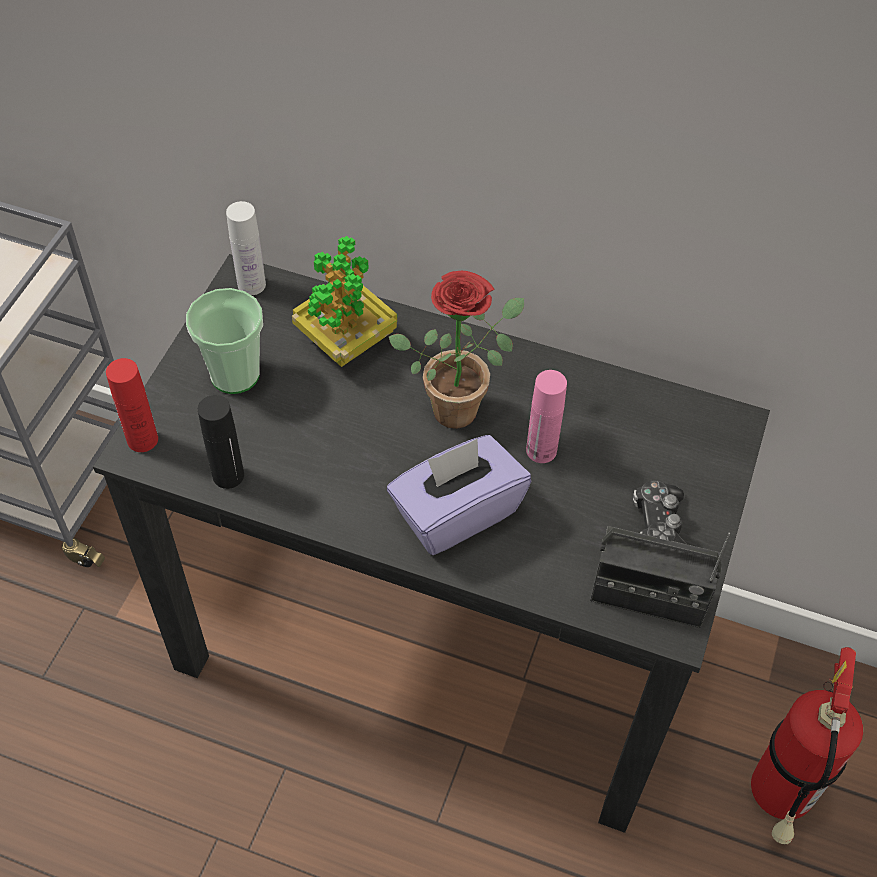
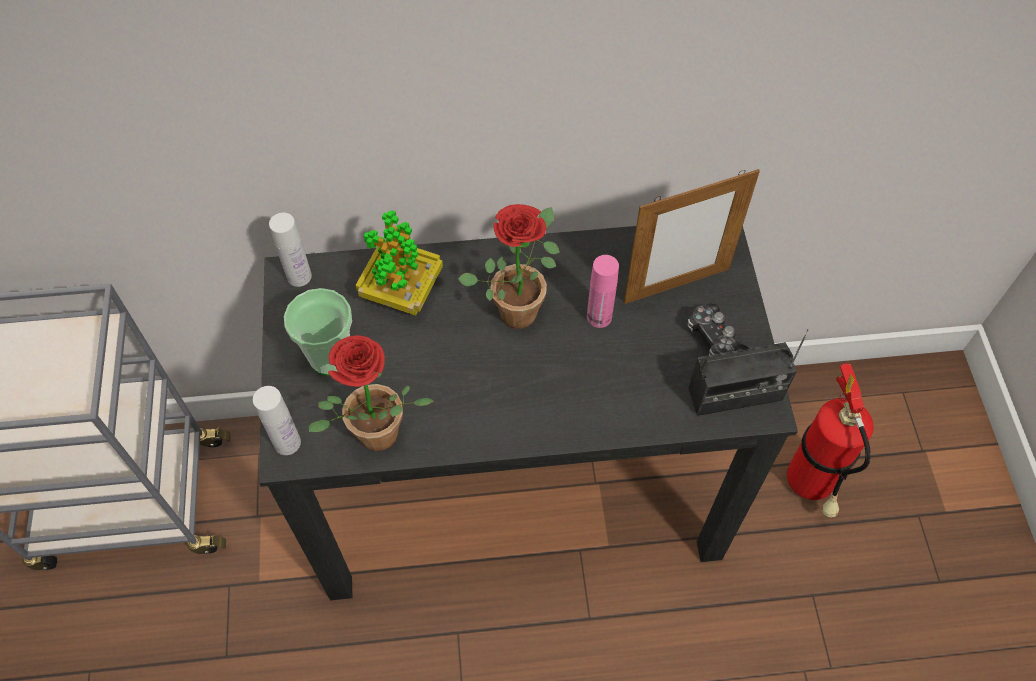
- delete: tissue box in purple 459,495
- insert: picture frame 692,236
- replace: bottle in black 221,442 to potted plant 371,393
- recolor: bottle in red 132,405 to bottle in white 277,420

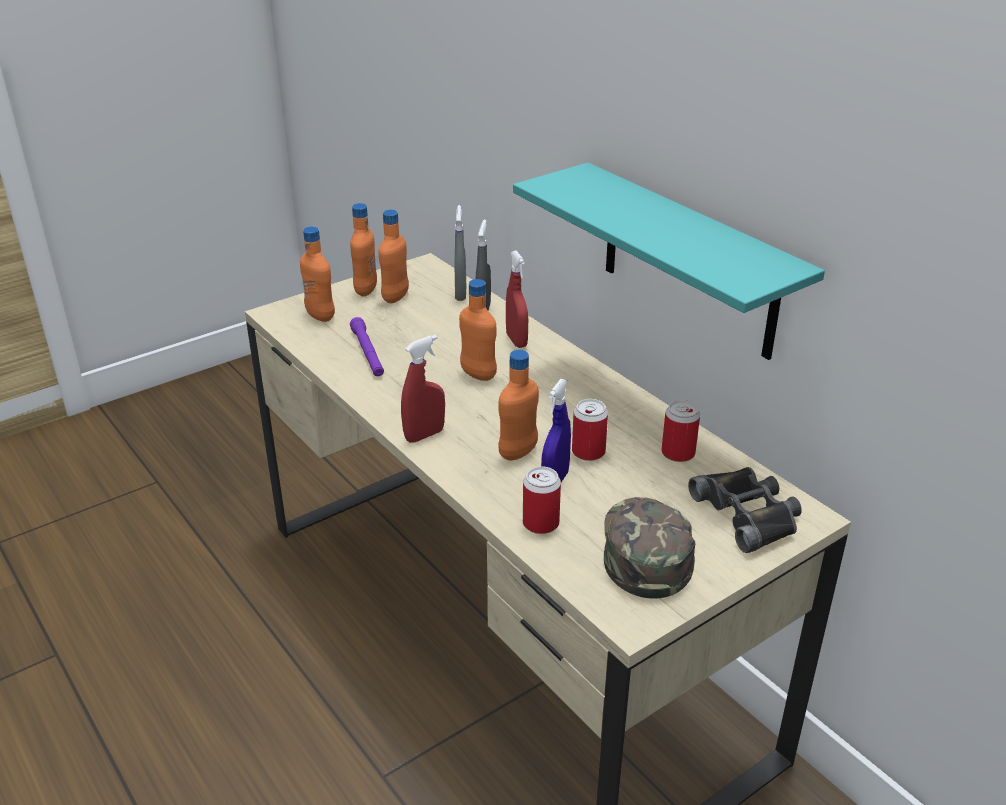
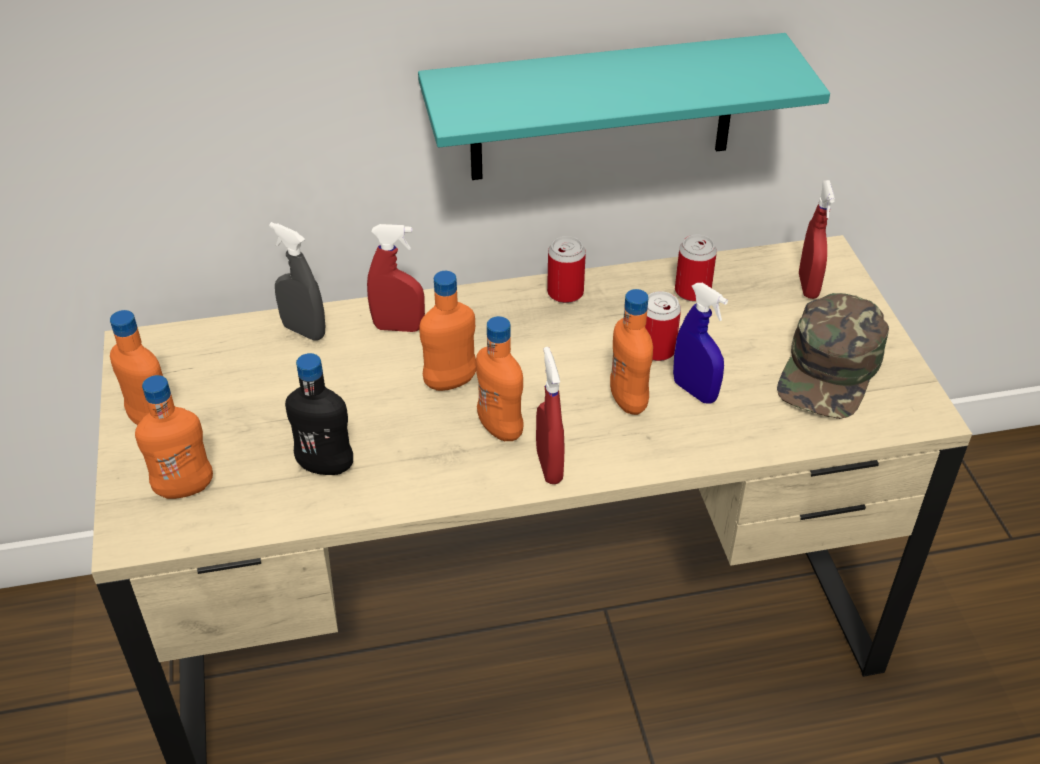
- delete: spray bottle in grey 460,253
- move: bottle in orange 394,256 to 500,378
- move: can 542,500 to 566,269
- replace: flashlight in purple 367,346 to bottle in black 319,414
- replace: binoculars in black 745,510 to spray bottle in red 817,239
- rotate: cap in green 649,548 = 833,356 90 degrees counterclockwise

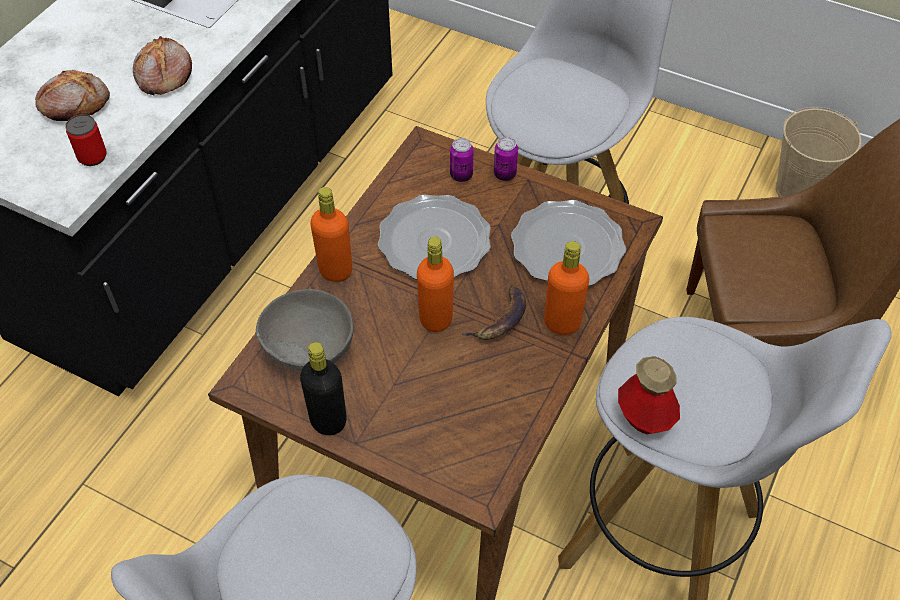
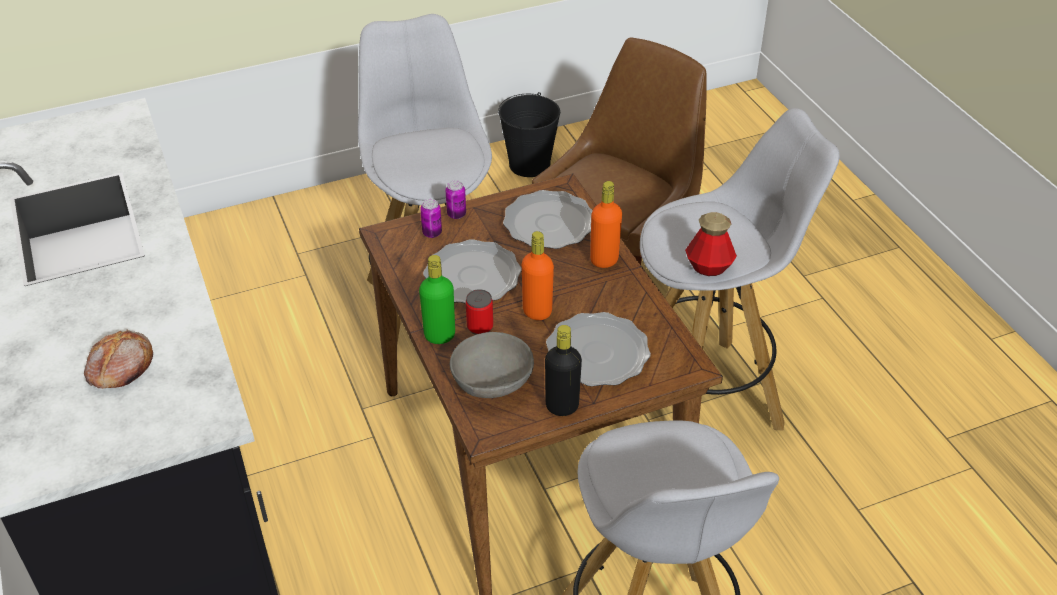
- delete: bread 162,66
- delete: banana 494,313
- insert: plate 598,349
- move: can 86,140 to 479,312
- recolor: bottle in orange 331,234 to bottle in green 437,299
- recolor: bucket in beige 818,152 to bucket in black 529,134

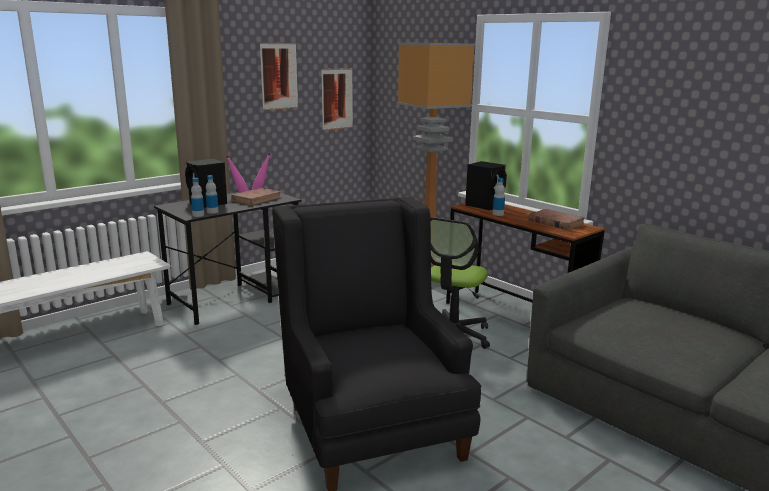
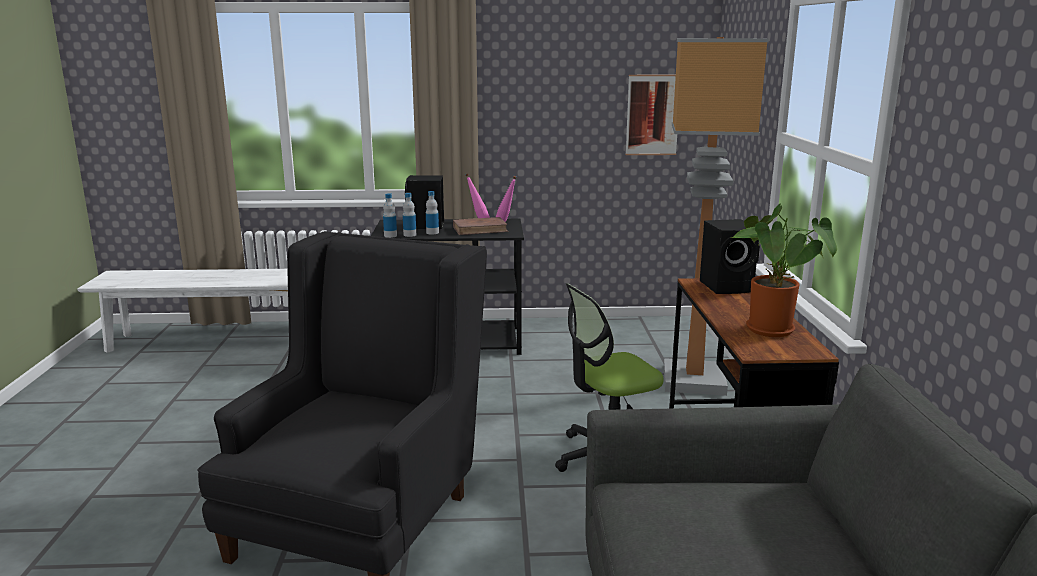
- delete: picture 279,76
- move: bottle 499,197 to 432,212
- replace: book in brown 556,219 to potted plant 783,270

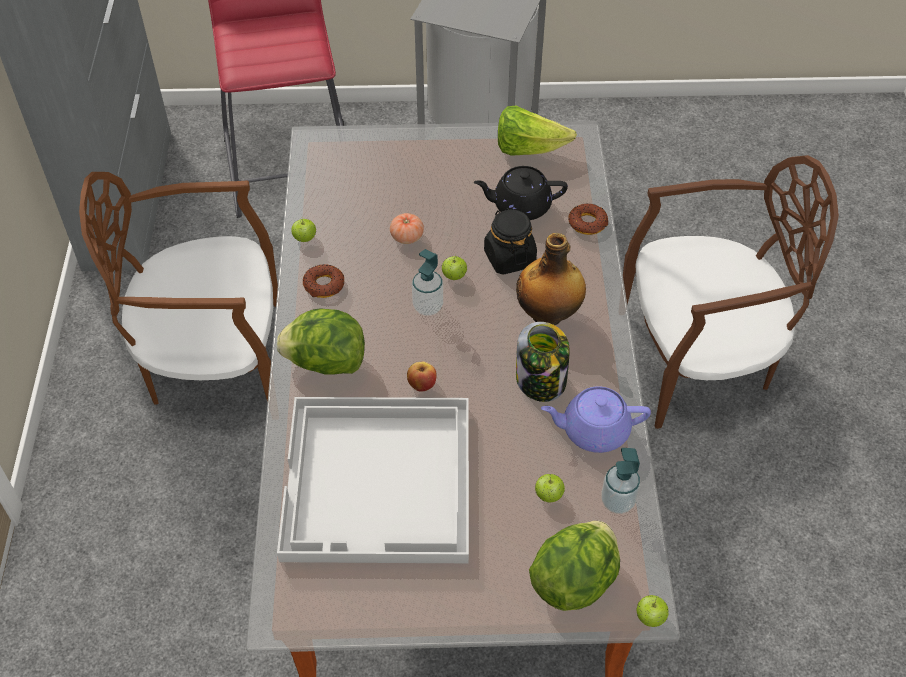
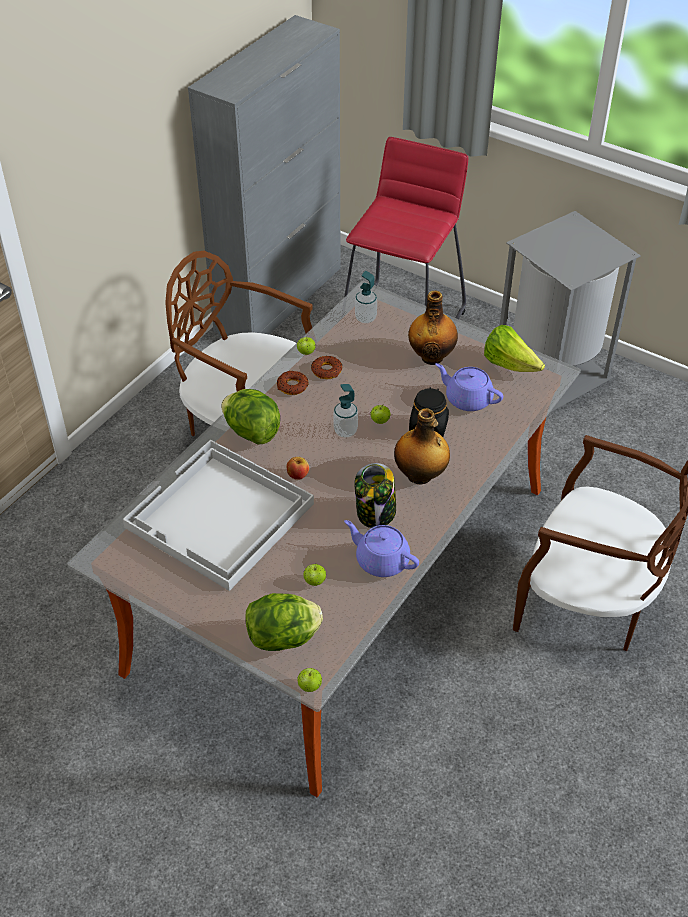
- delete: tomato 407,228
- insert: bottle 433,327
- move: donut 588,219 to 326,367
- move: soap dispenser 620,481 to 366,297
- recolor: teapot in black 521,193 to teapot in purple 469,387

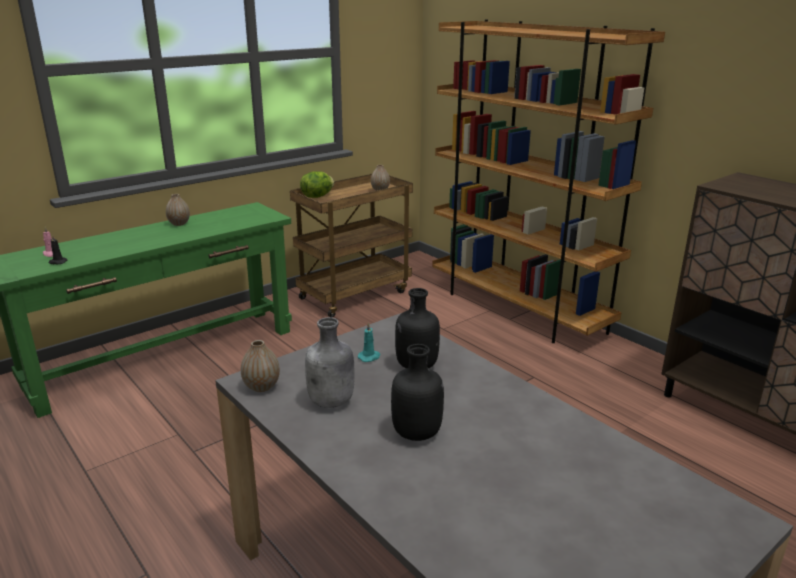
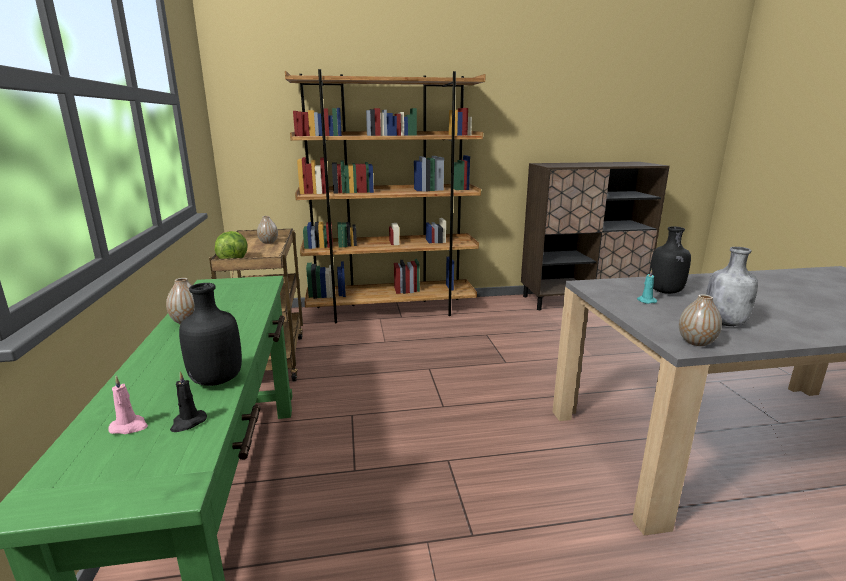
- move: bottle in black 417,392 to 210,334

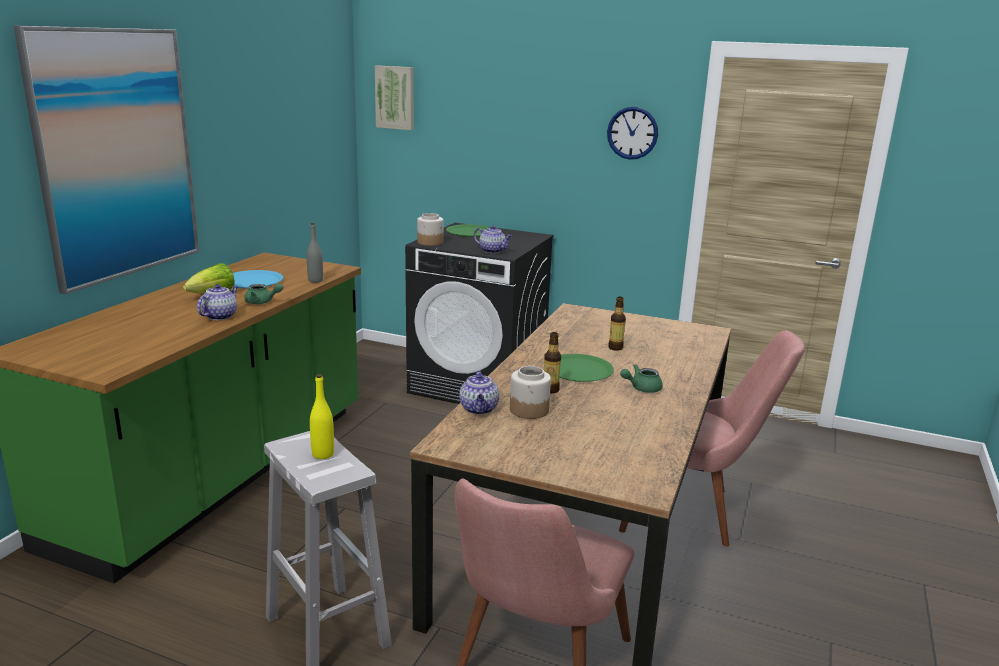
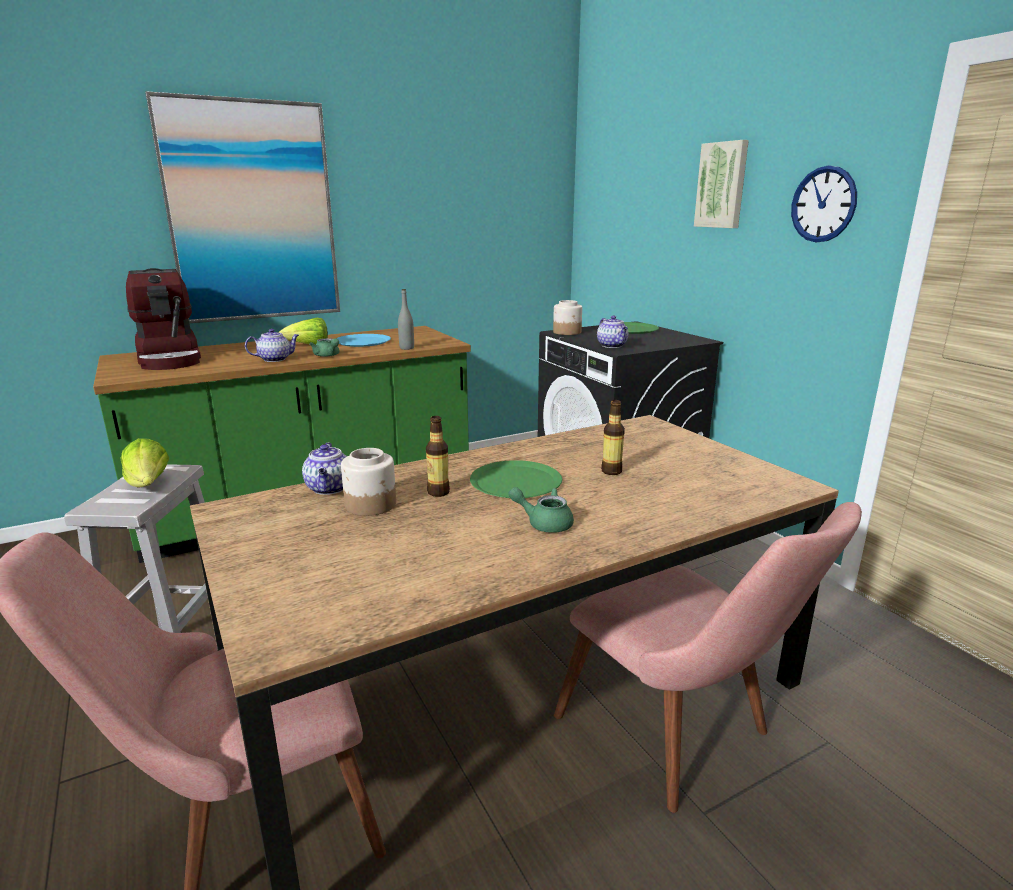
- insert: coffee machine 163,319
- move: picture 394,97 to 721,184
- replace: bottle in yellow 322,416 to lettuce 144,463
- rotate: teapot 479,392 = 324,468 45 degrees counterclockwise

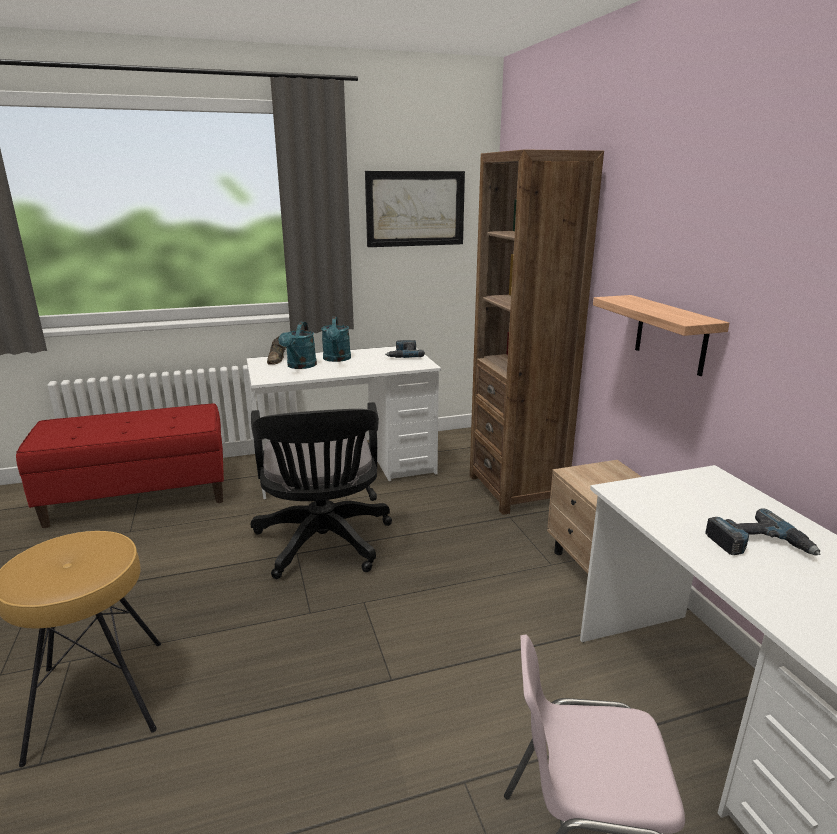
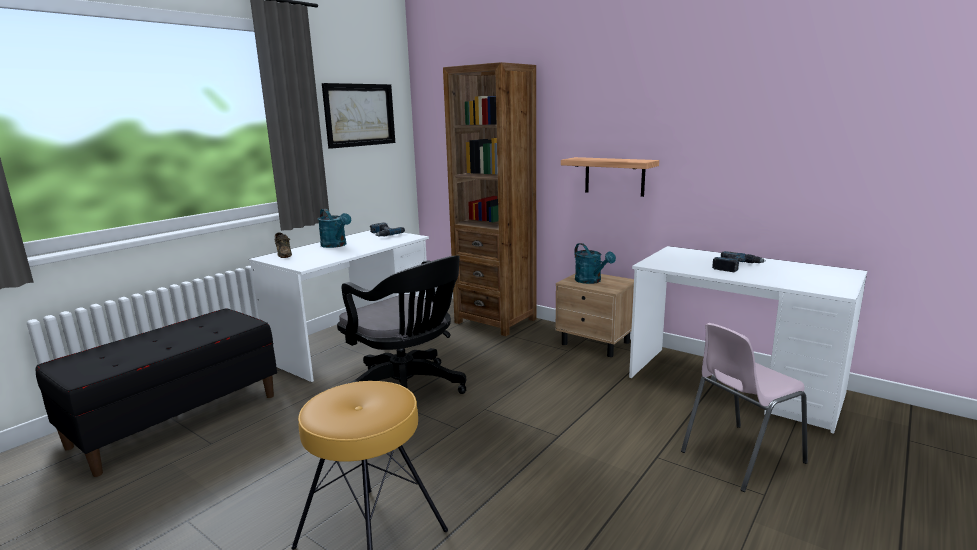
- move: watering can in turquoise 297,345 to 595,263
- recolor: bench in red 120,466 to bench in black 156,392

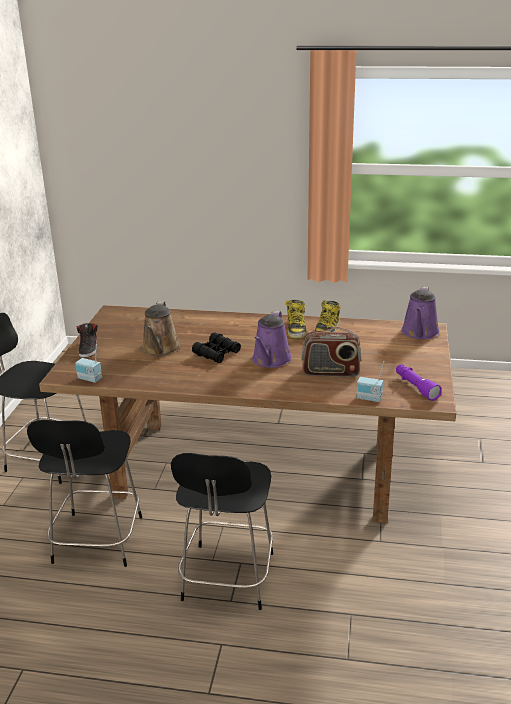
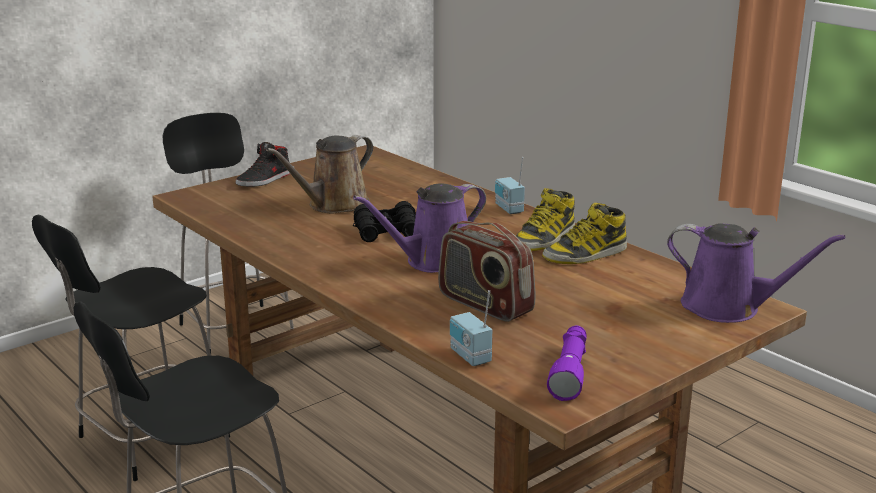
- move: radio 88,363 to 510,185
- rotate: watering can in purple 420,313 = 756,273 120 degrees counterclockwise

